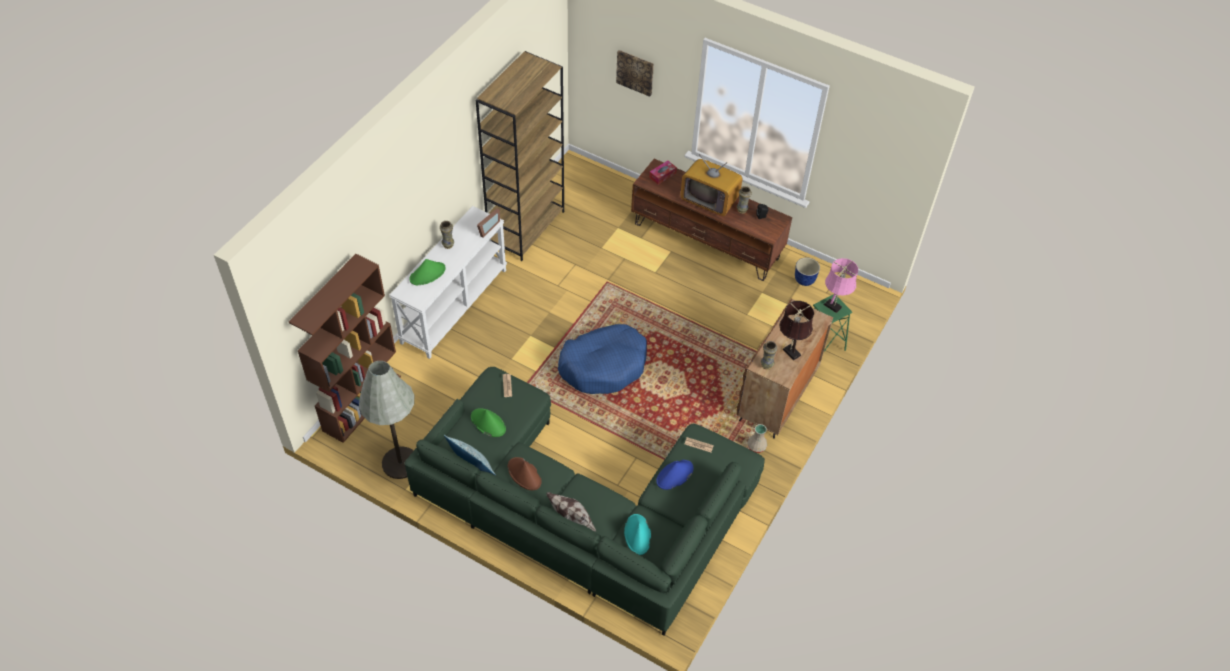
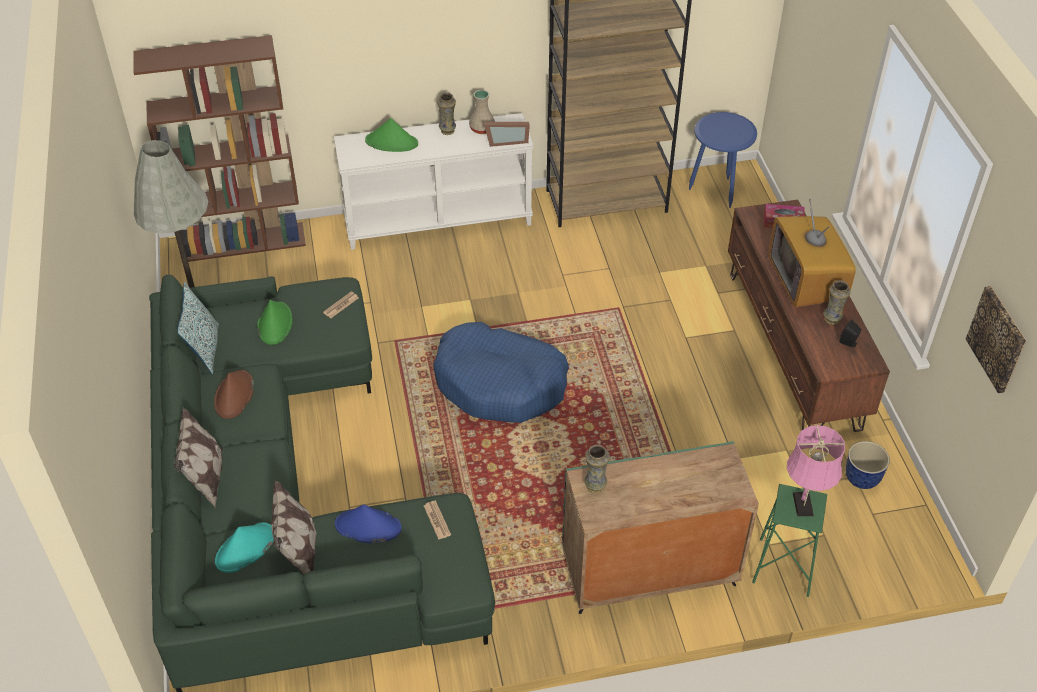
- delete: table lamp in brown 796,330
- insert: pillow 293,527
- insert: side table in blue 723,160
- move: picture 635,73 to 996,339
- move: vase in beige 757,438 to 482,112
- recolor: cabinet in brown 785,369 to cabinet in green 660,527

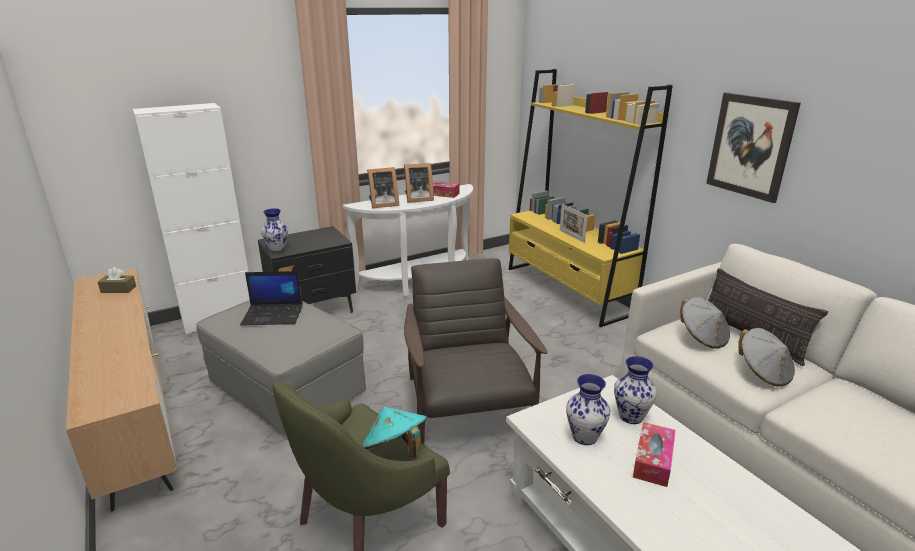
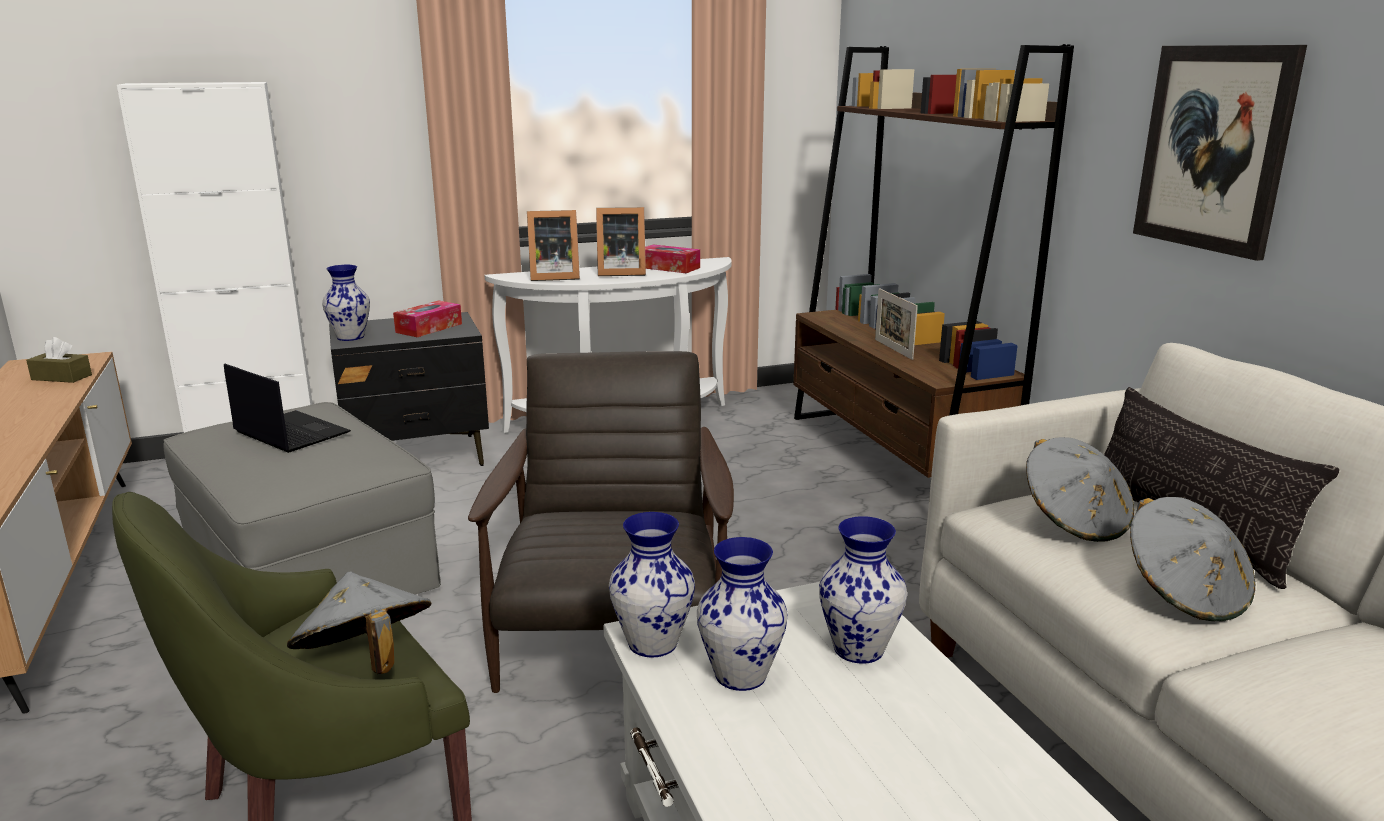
- insert: vase 652,584
- move: tissue box 654,454 to 427,318
- recolor: hat in turquoise 394,432 to hat in grey 359,623
- recolor: bookcase in yellow 591,198 to bookcase in brown 933,261
- rotate: laptop 271,298 = 287,408 150 degrees counterclockwise

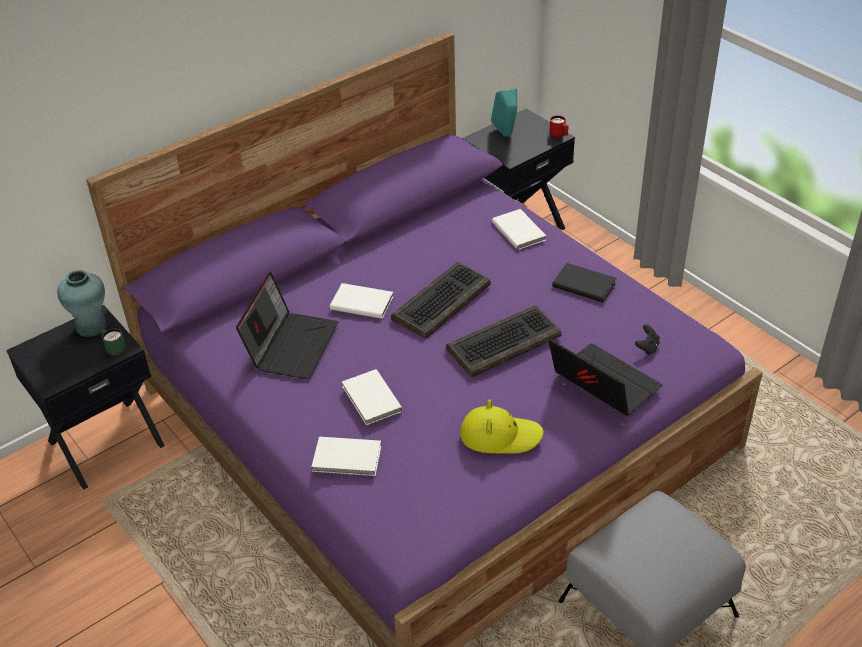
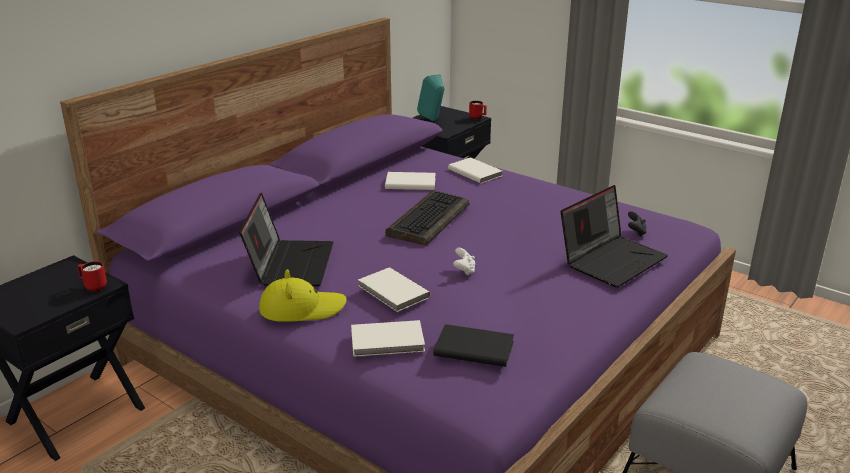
- delete: vase in turquoise 82,303
- delete: keyboard 504,341
- insert: game controller in white 464,262
- move: book in white 361,301 to 410,181
- move: hat in yellow 502,426 to 303,295
- move: book in black 584,282 to 473,345
- recolor: mug in green 113,342 to mug in red 92,276
- rotate: laptop 605,377 = 614,236 105 degrees clockwise

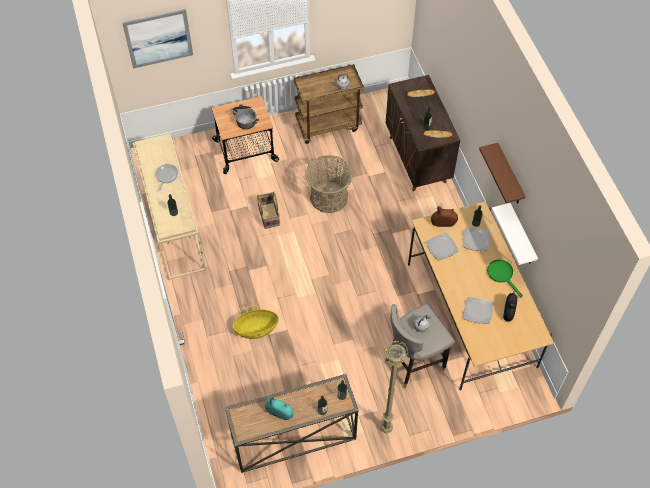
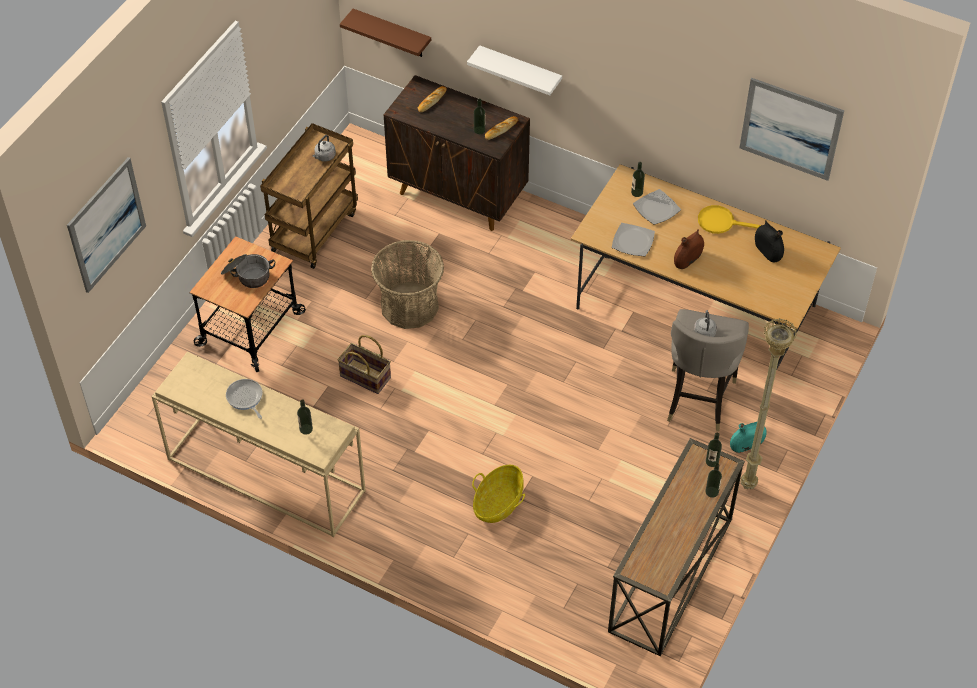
- delete: plate 478,310
- insert: picture 792,129
- move: vase in turquoise 279,408 to 748,437
- move: vase in brown 444,216 to 689,249
- move: shelf in brown 502,173 to 385,33
- move: shelf in white 515,234 to 514,70
- recolor: frying pan in green 505,278 to frying pan in yellow 729,219

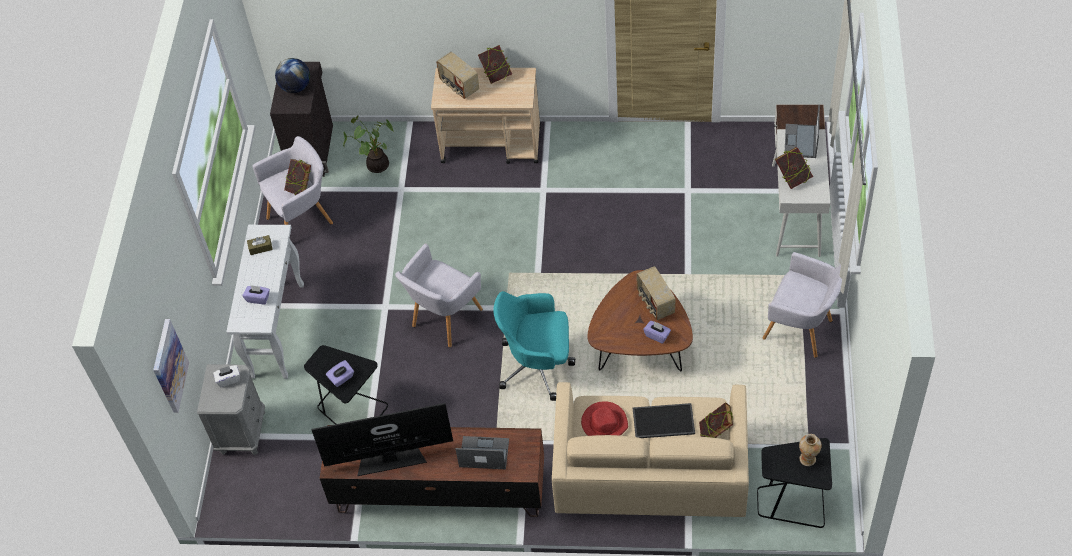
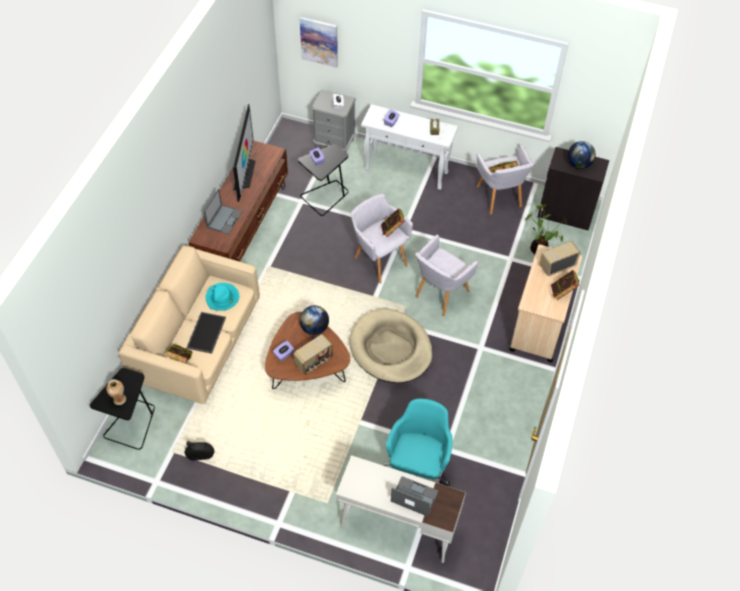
- insert: vase in black 200,451
- insert: globe 314,320
- insert: dog bed in beige 391,345
- move: office chair in turquoise 534,346 to 418,443
- move: armchair in grey 802,305 to 447,275
- move: book 794,168 to 393,222
- recolor: hat in red 604,418 to hat in turquoise 222,297
- rotate: radio 656,293 = 313,354 150 degrees clockwise

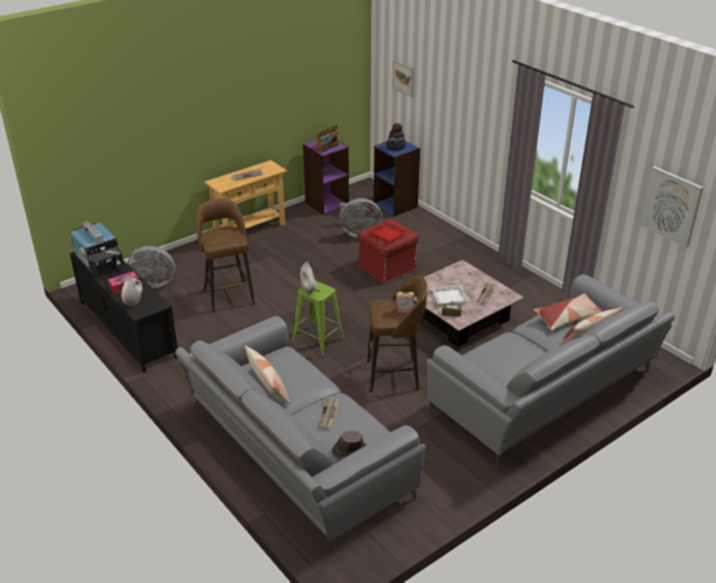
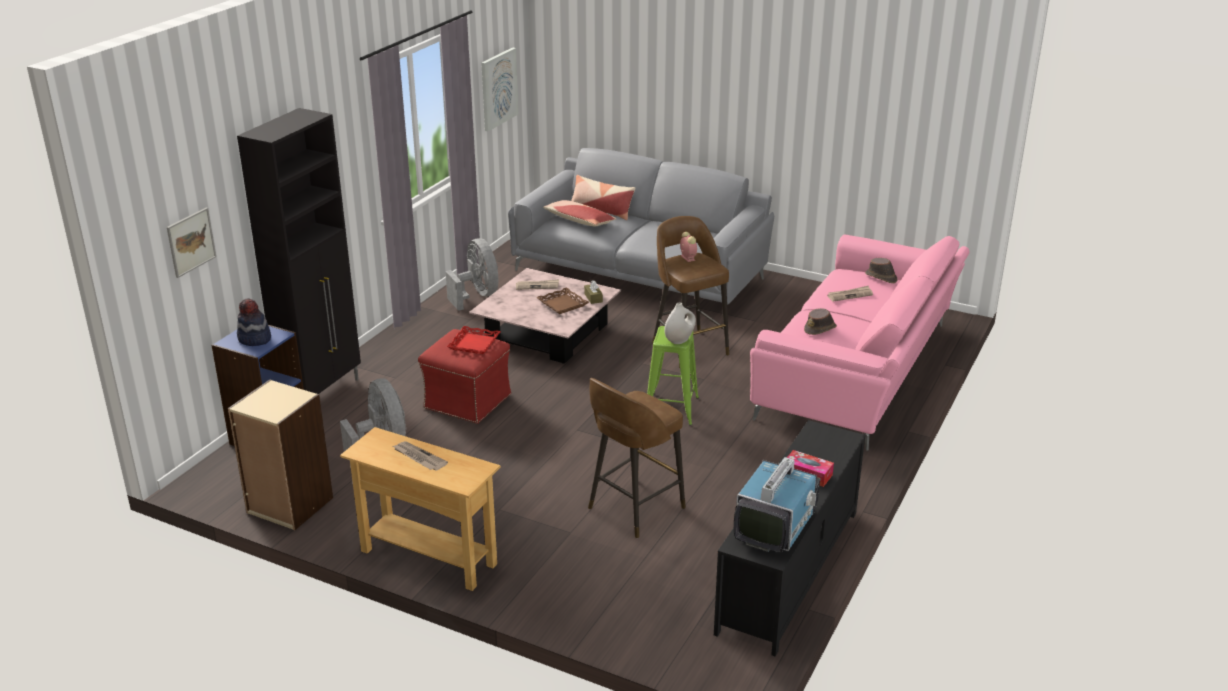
- delete: vase in white 132,291
- delete: pillow 267,375
- delete: radio 327,139
- insert: cabinet in black 299,251
- insert: hat in brown 820,321
- move: fan in grey 151,267 to 472,274
- recolor: sofa in grey 300,434 to sofa in pink 860,343
- recolor: bookcase in purple 326,177 to bookcase in beige 280,455
- recolor: tray in white 450,294 to tray in brown 562,300

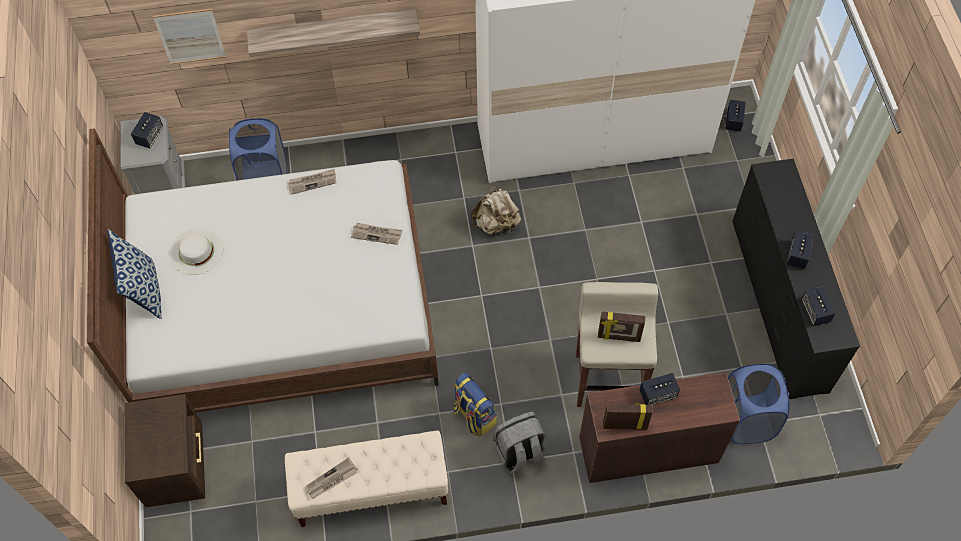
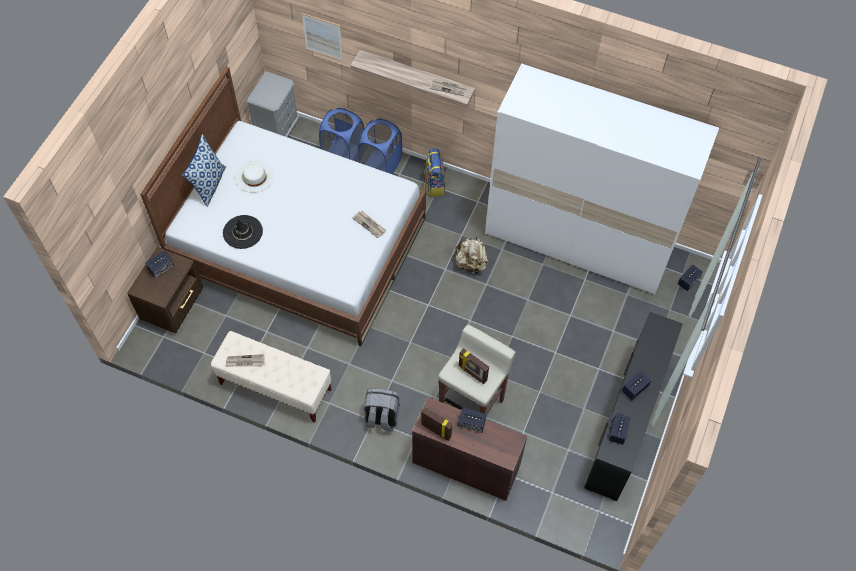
- insert: hat in black 243,232
- move: speaker 147,130 to 159,264
- move: newspaper 312,182 to 448,87
- move: backpack 475,404 to 434,172
- move: laundry basket in blue 758,404 to 380,146

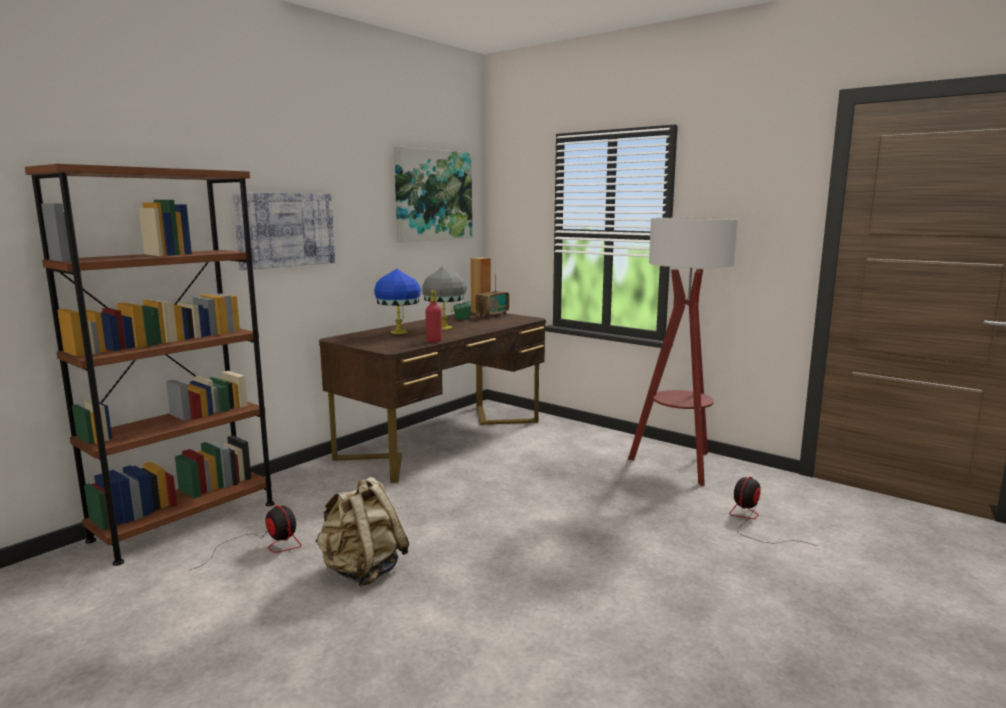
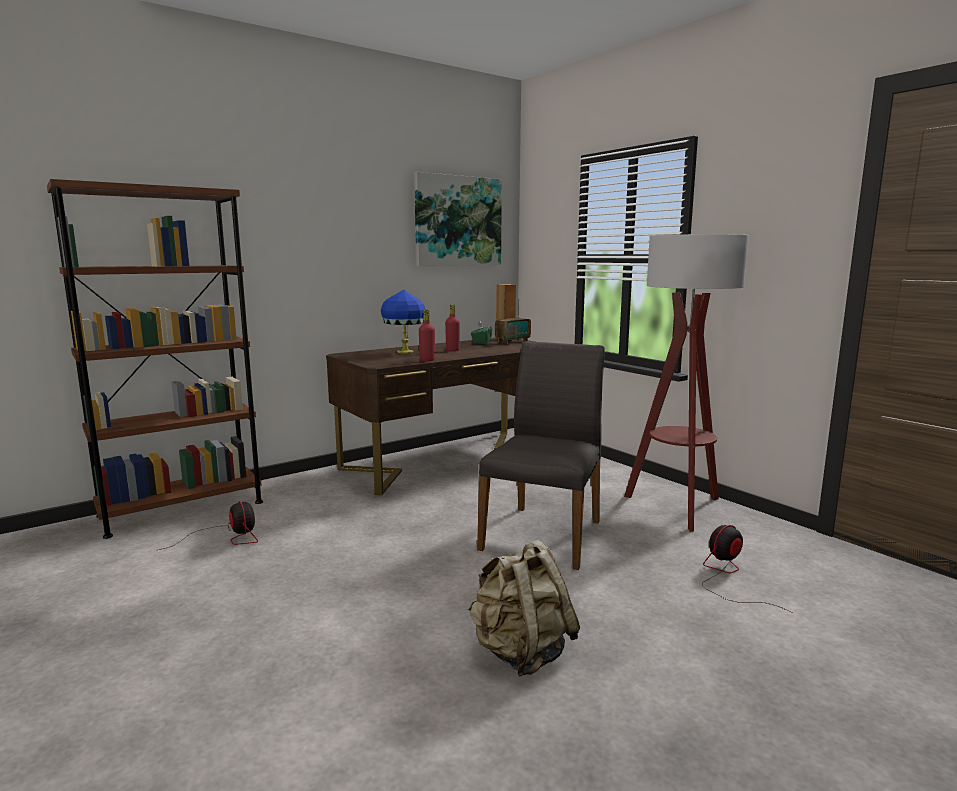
- delete: picture 284,231
- insert: chair in grey 541,455
- move: backpack in beige 362,532 to 524,608
- replace: table lamp in grey 444,298 to bottle in red 452,327

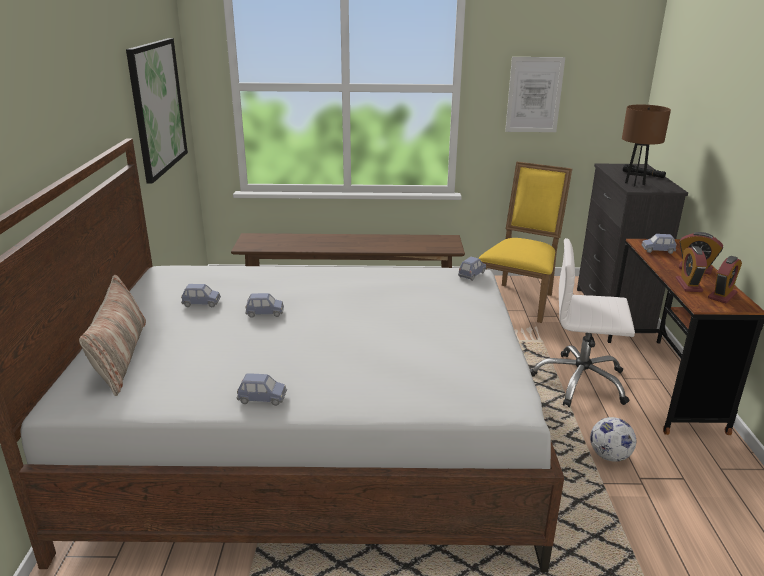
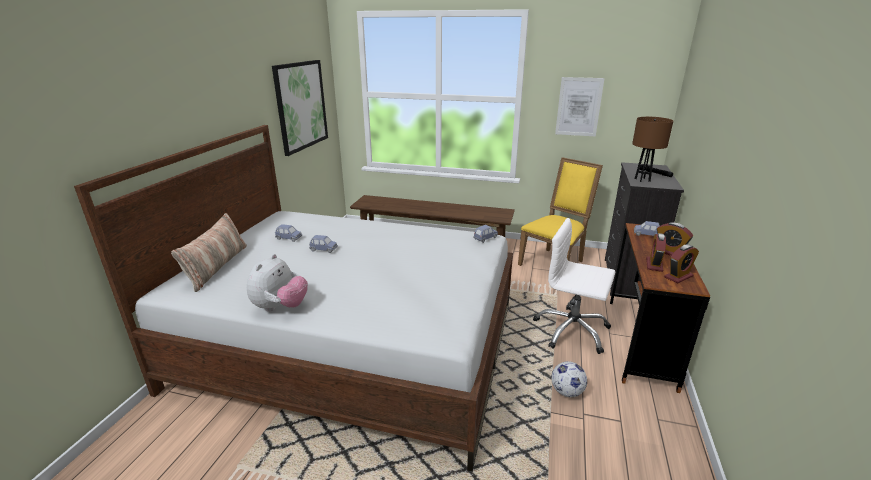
- replace: toy car in blue 262,389 to plush toy 277,283

